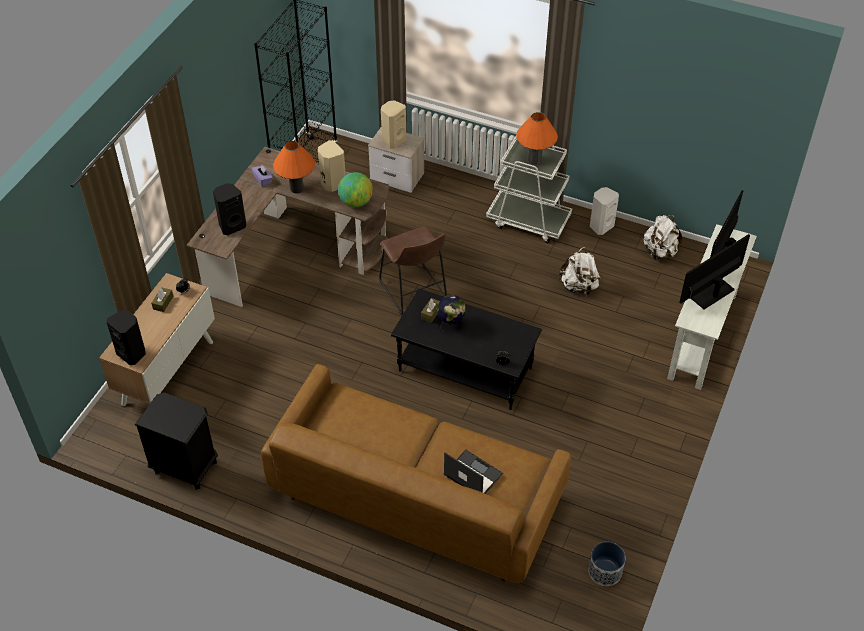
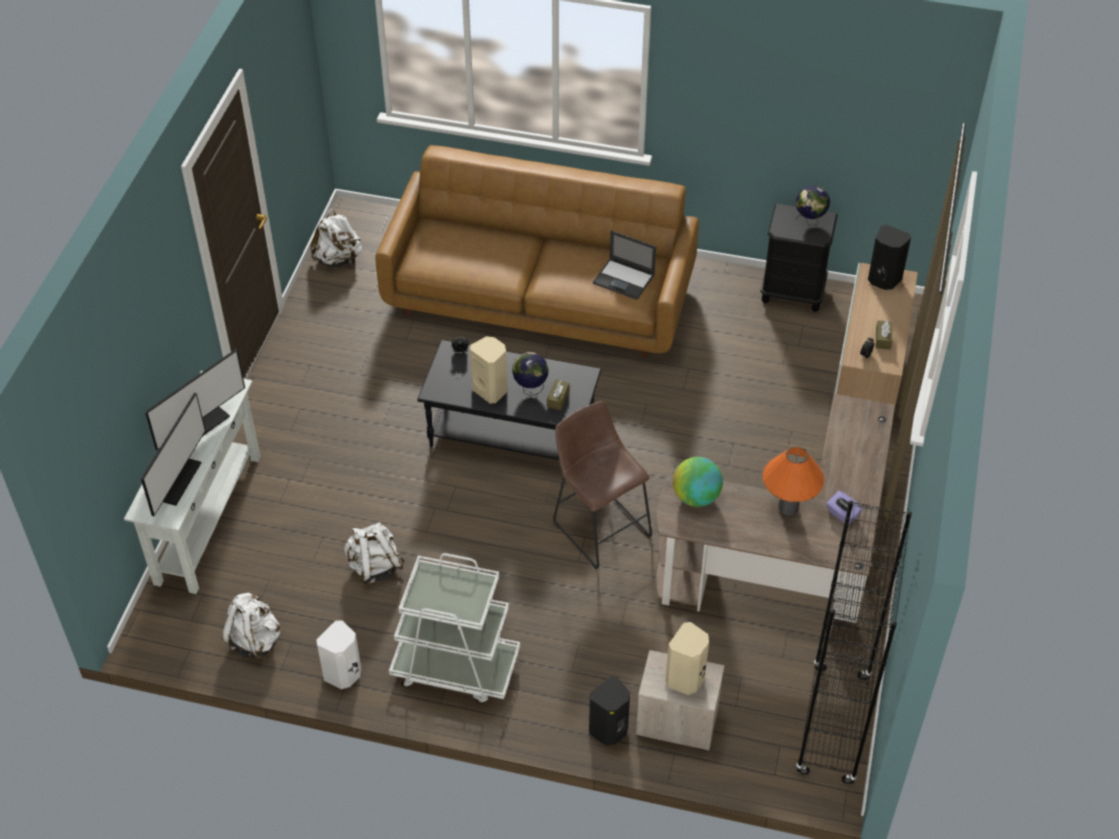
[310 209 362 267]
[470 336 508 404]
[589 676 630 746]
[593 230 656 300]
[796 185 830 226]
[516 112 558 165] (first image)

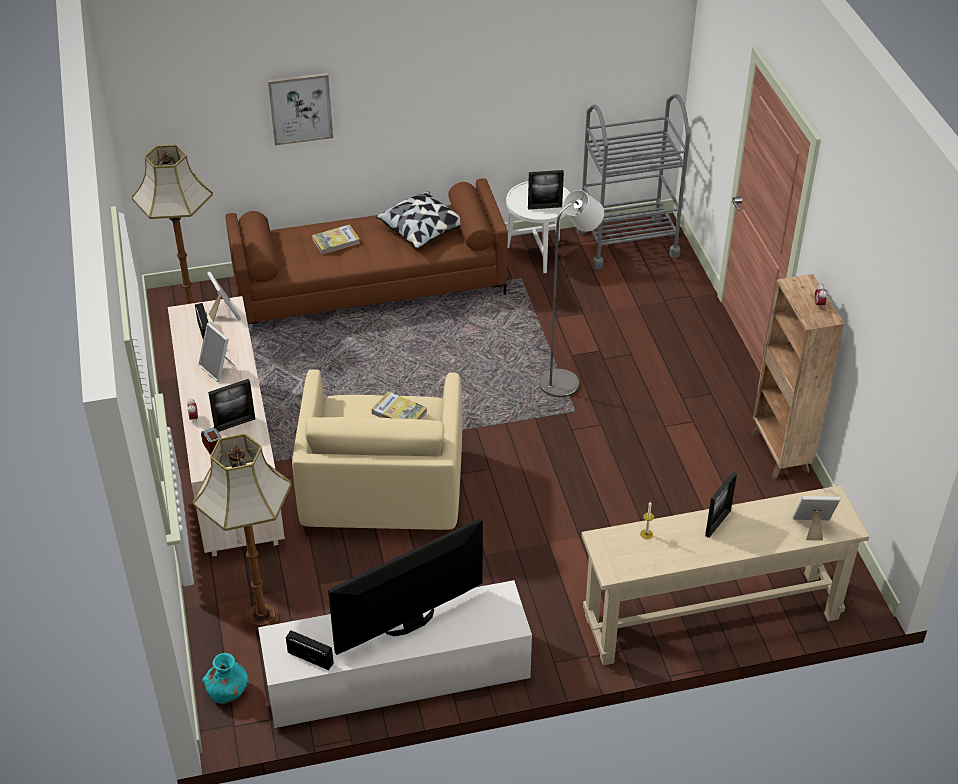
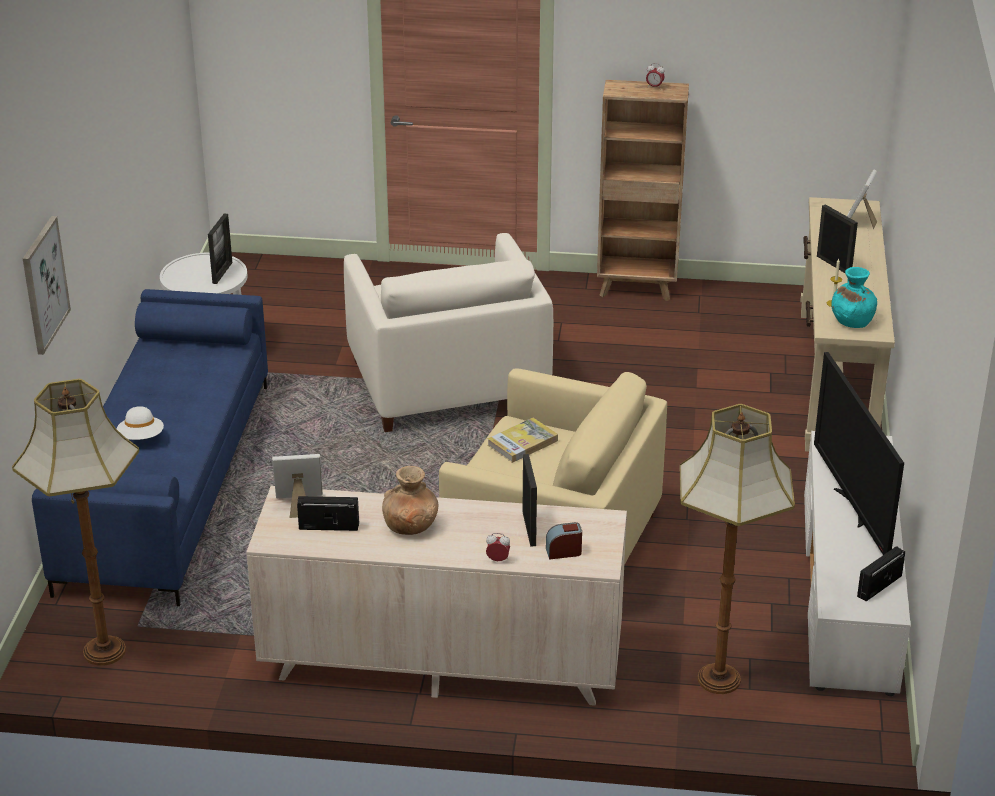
[32 289 268 606]
[117 406 164 440]
[344 233 553 432]
[382 466 438 535]
[831 267 877 328]
[376 191 460 249] (first image)
[577 94 690 269] (first image)

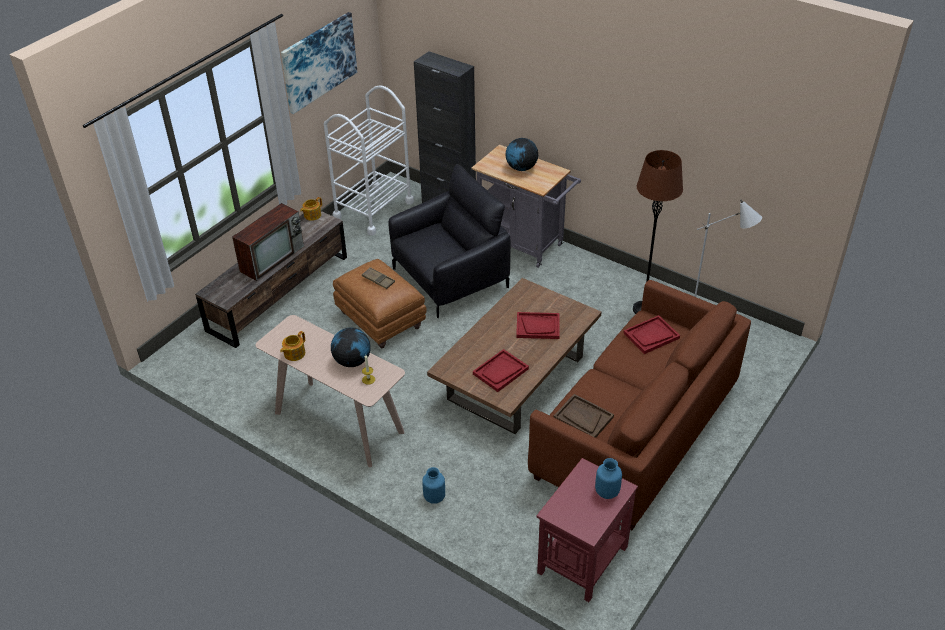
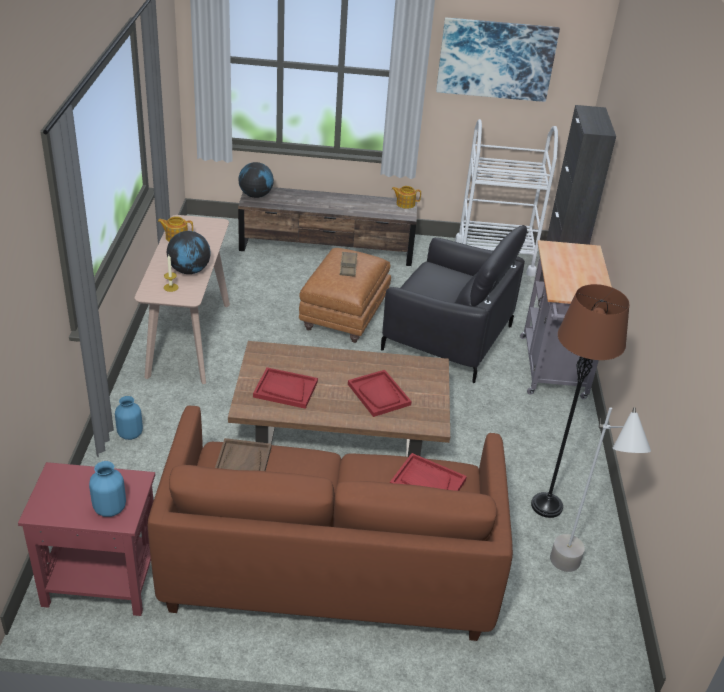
[238 162 274 198]
[232 203 304 281] (first image)

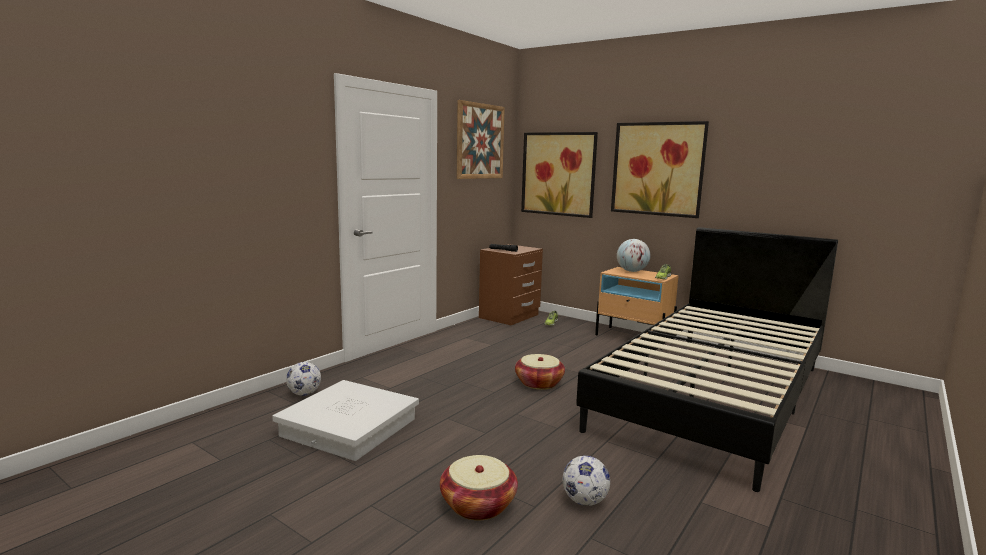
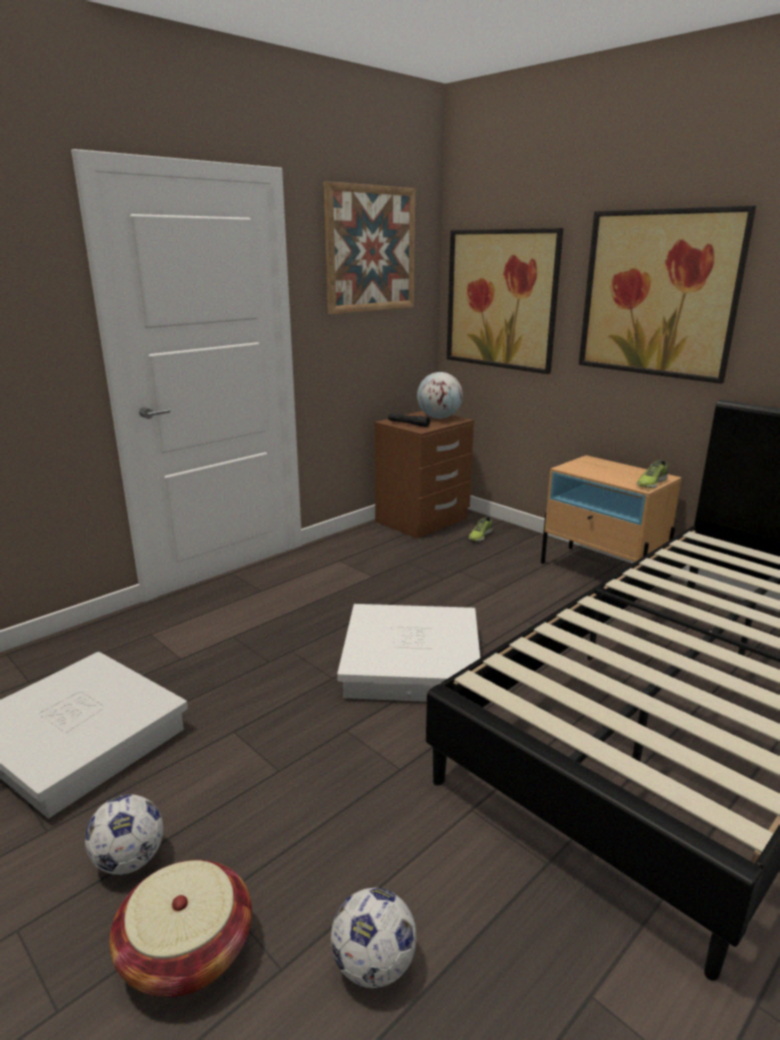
[85 794 163 875]
[337 604 480 702]
[417 372 463 419]

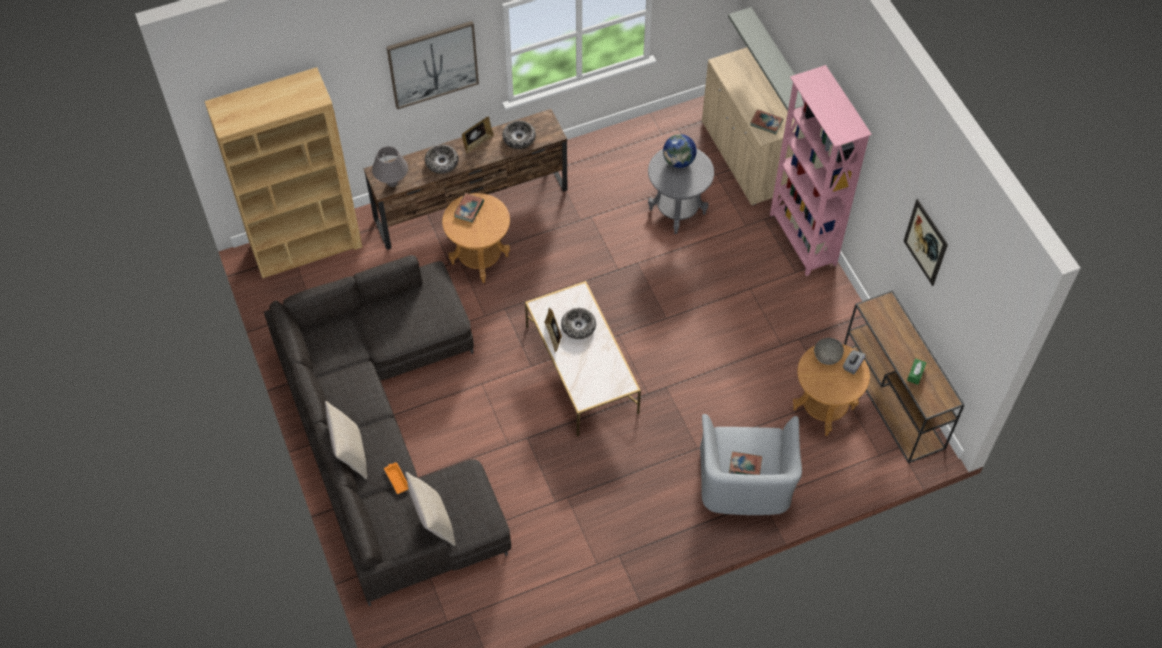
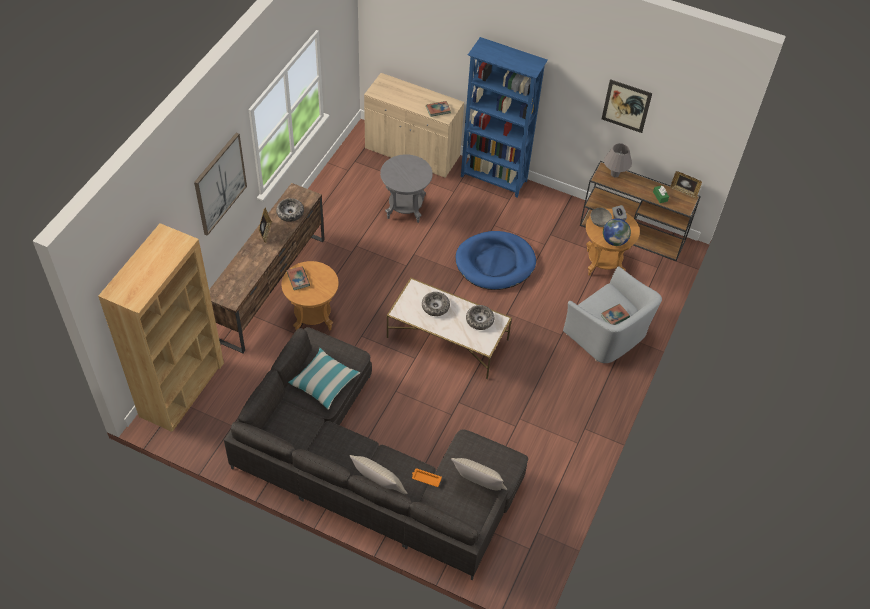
[288 348 360 410]
[456 231 536 290]
[461 37 548 198]
[466 305 494 330]
[603 218 631 246]
[604 143 632 178]
[670 171 702 199]
[728 7 804 111] (first image)

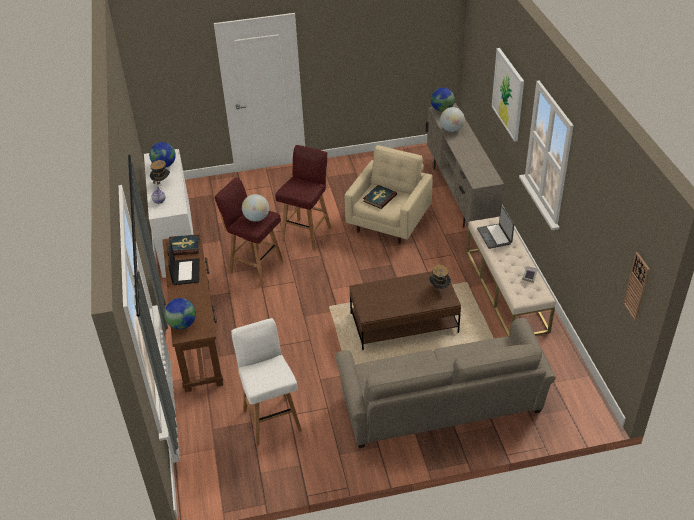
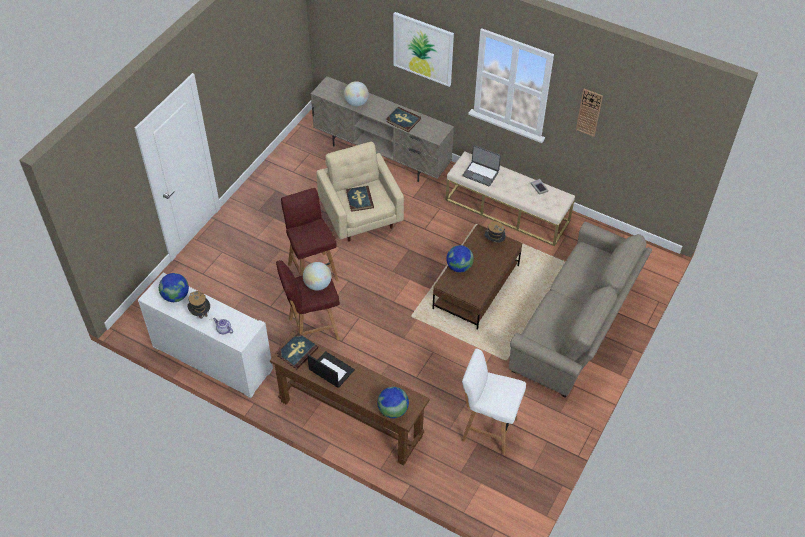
[386 107 421 132]
[446 245 474 272]
[576 89 603 137]

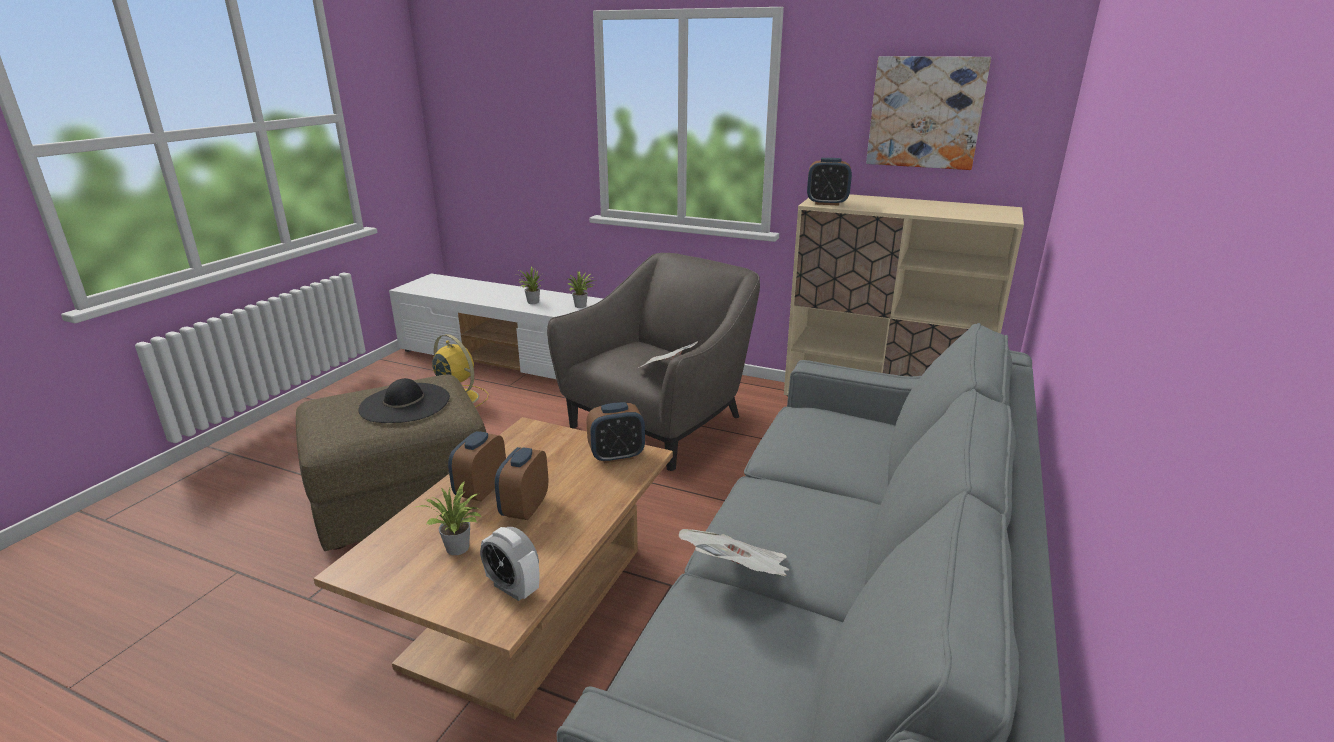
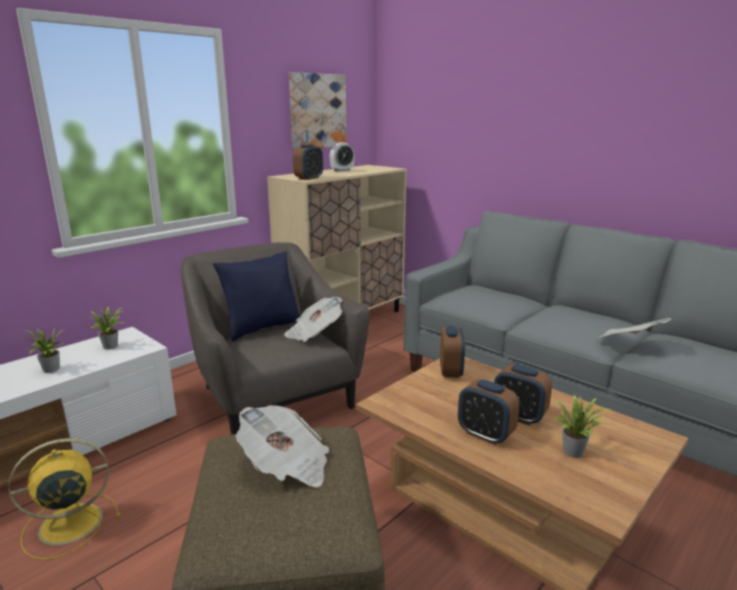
[213 251 300 342]
[236 405 329 487]
[330 142 355 172]

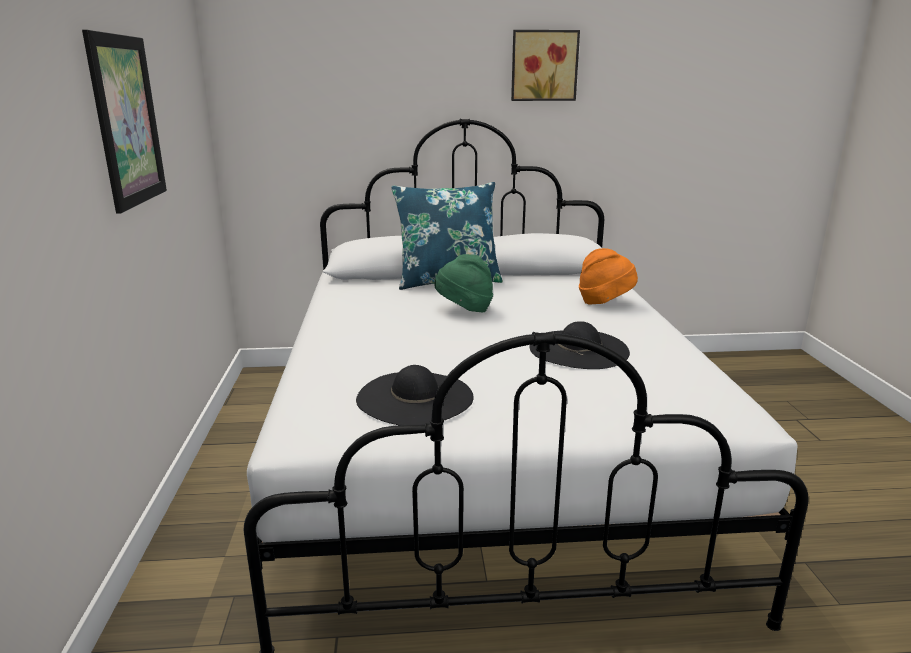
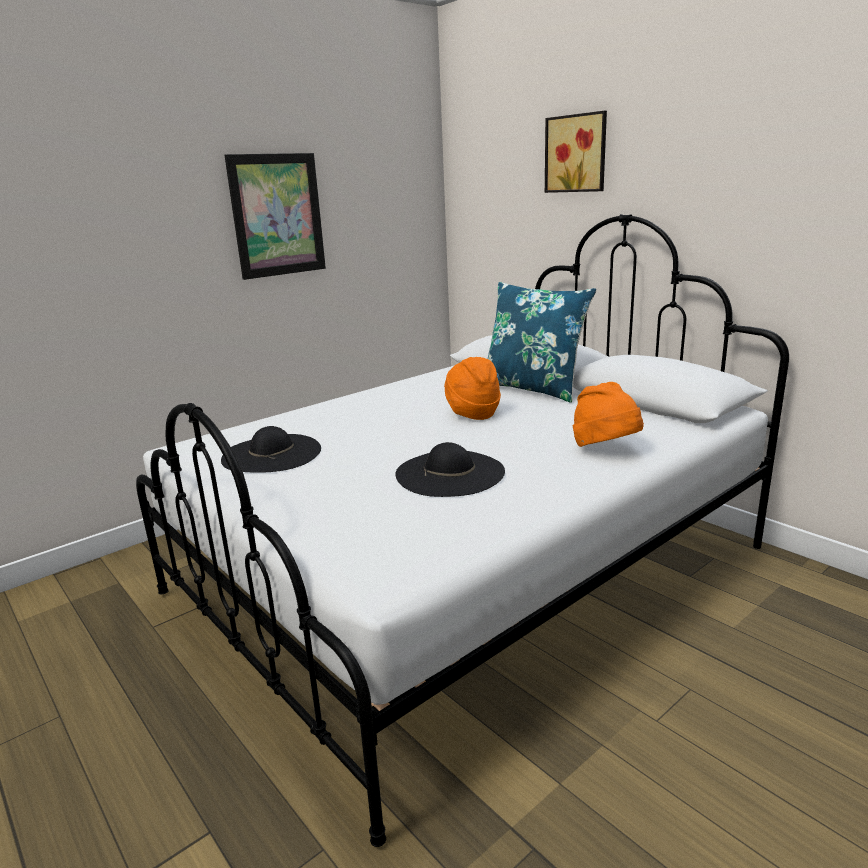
[444 357 501 420]
[545 111 607 193]

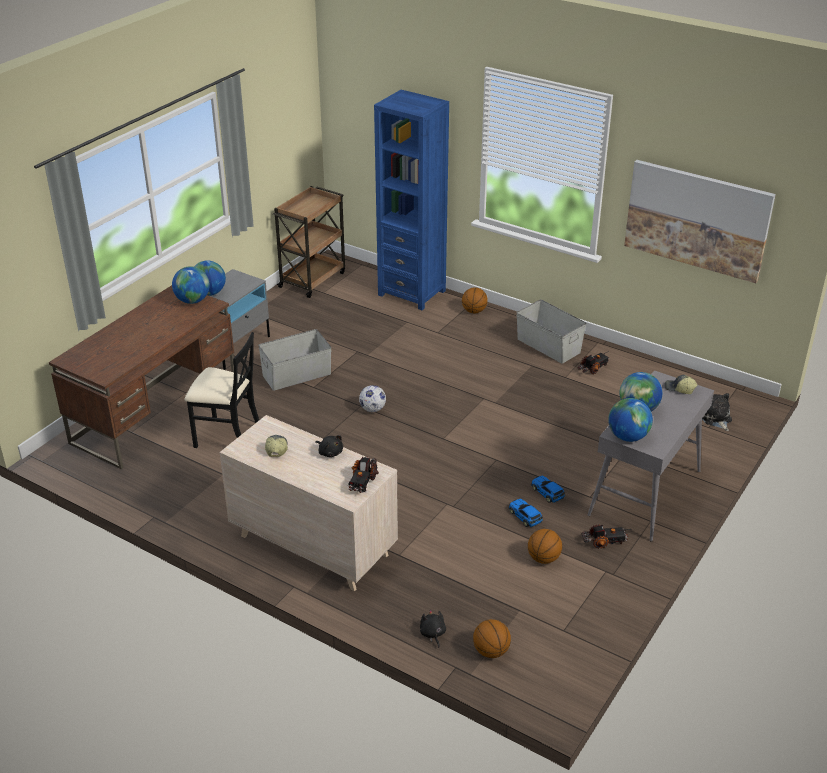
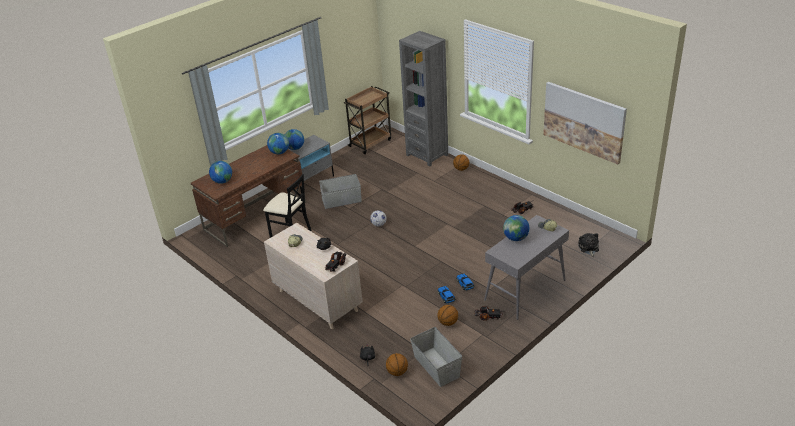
[209 161 232 184]
[399 31 448 167]
[410 327 462 387]

